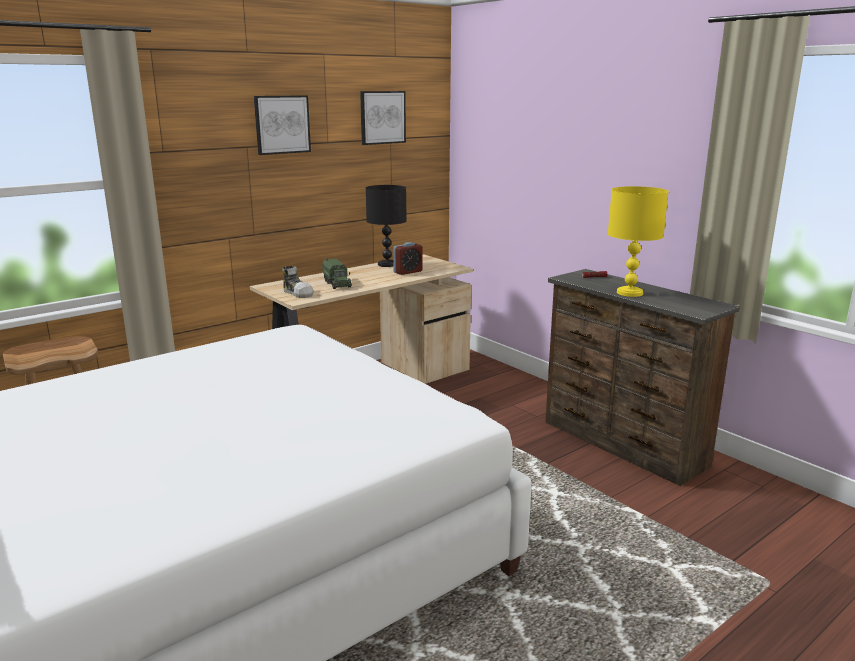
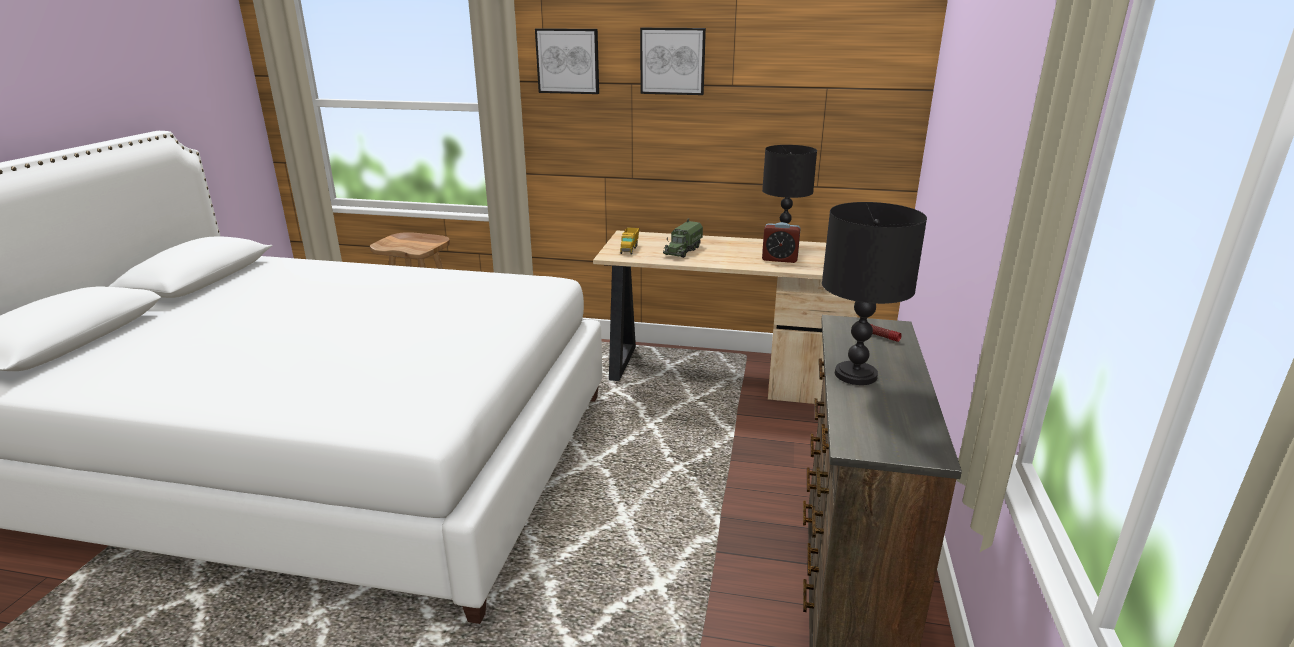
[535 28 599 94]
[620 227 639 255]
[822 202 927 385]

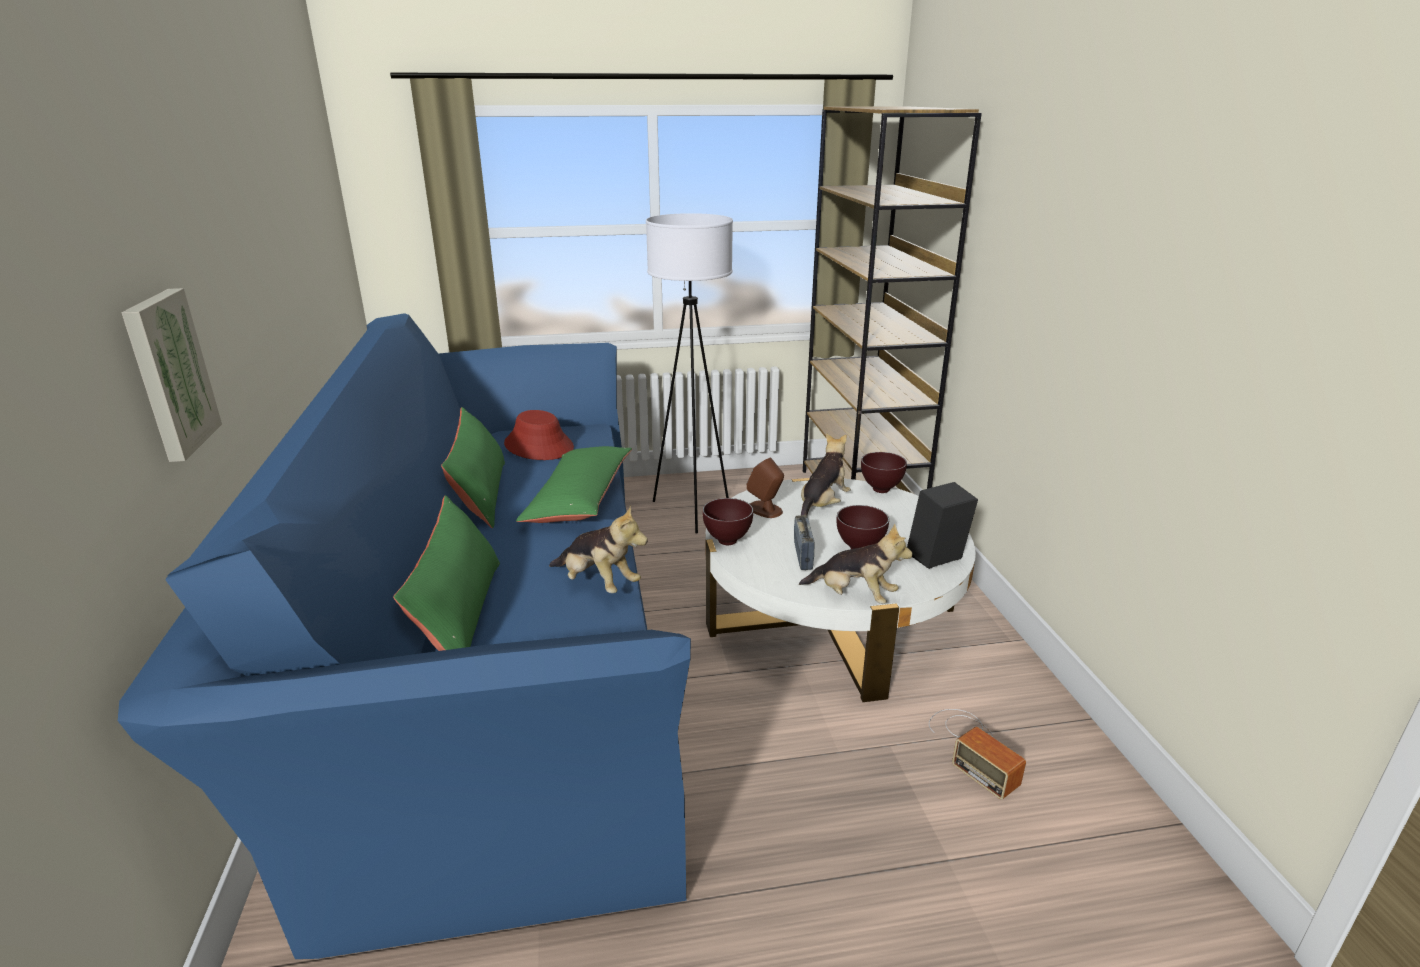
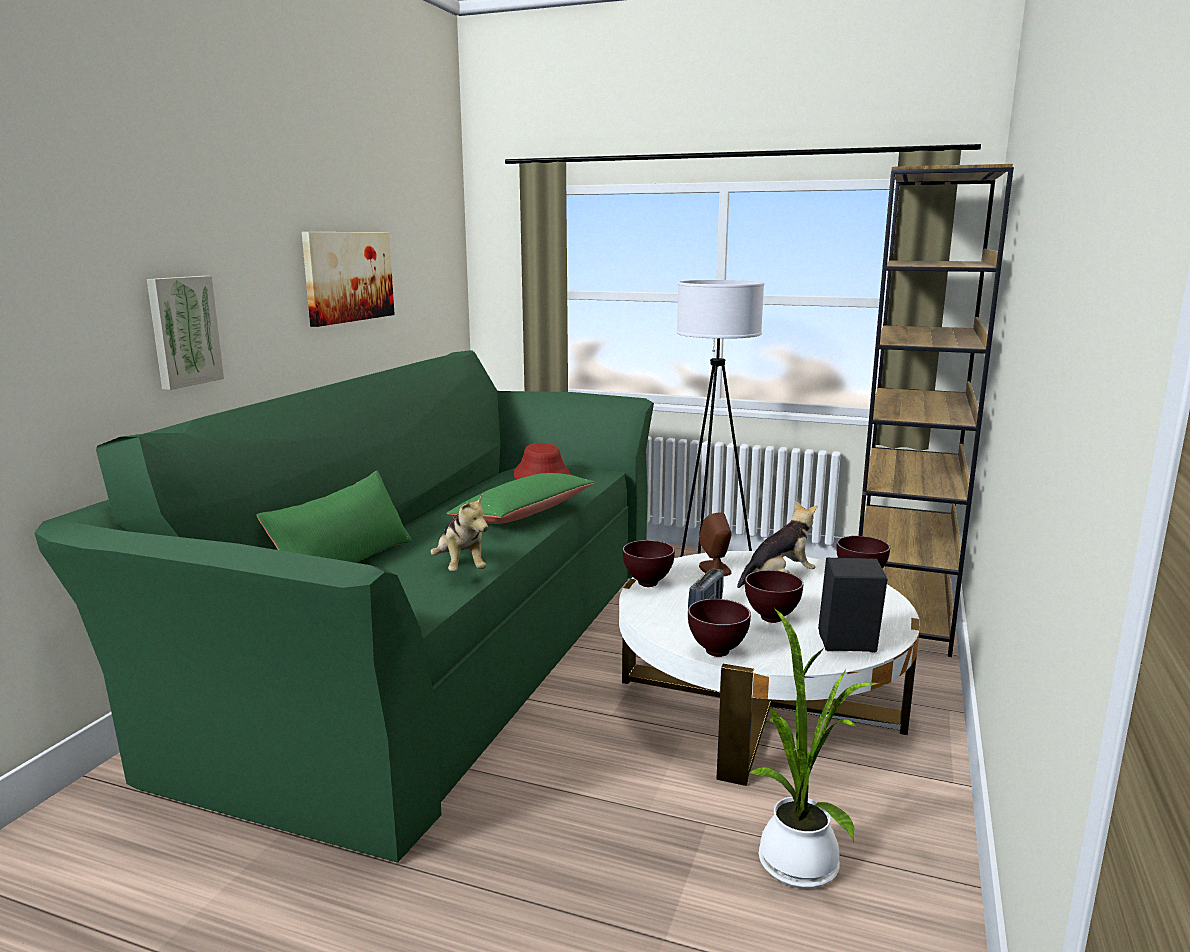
[34 350 654 863]
[302 232 395 327]
[688 599 751 657]
[749 608 879 889]
[441 407 505 528] (first image)

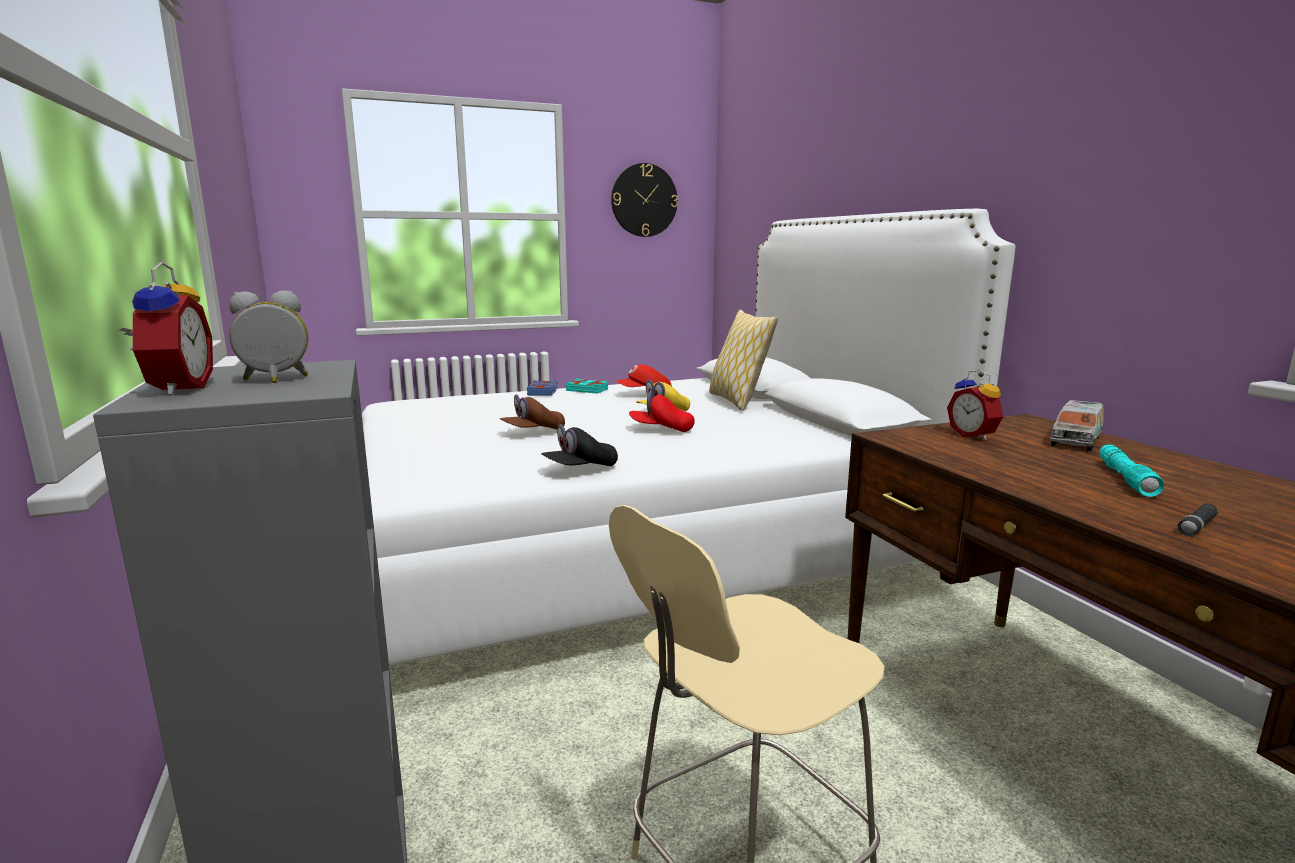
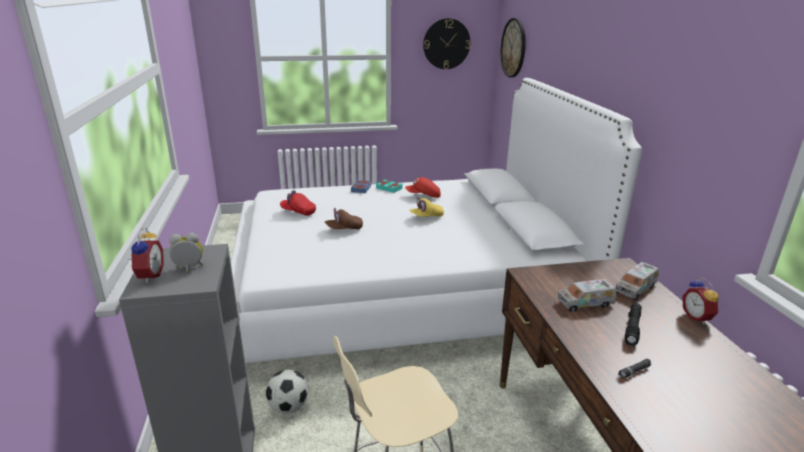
[266 370 308 413]
[280 190 316 216]
[501 18 526 78]
[557 279 616 312]
[625 303 642 346]
[682 277 719 324]
[541 424 618 467] (first image)
[709 310 778 411] (first image)

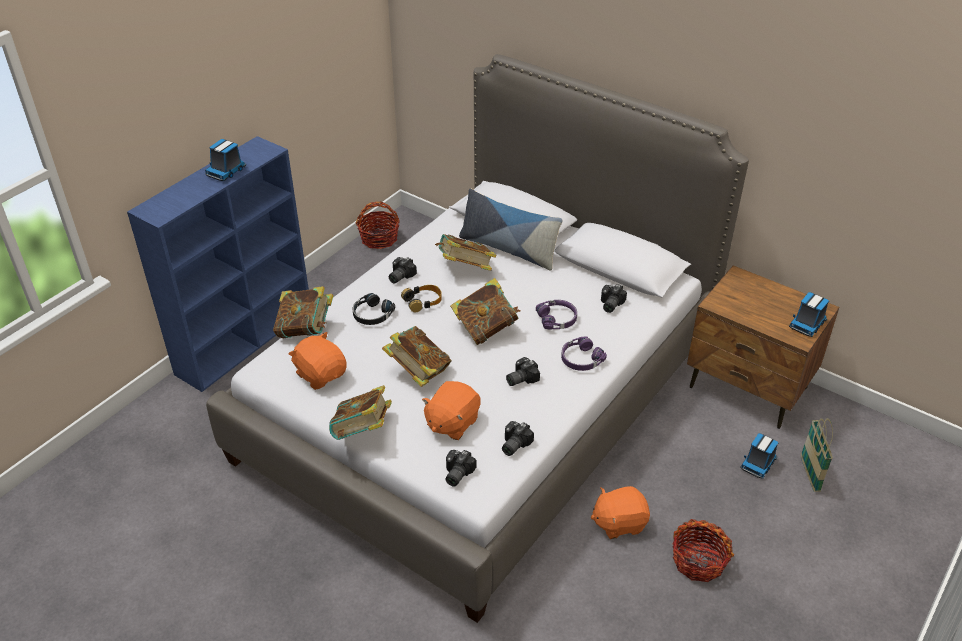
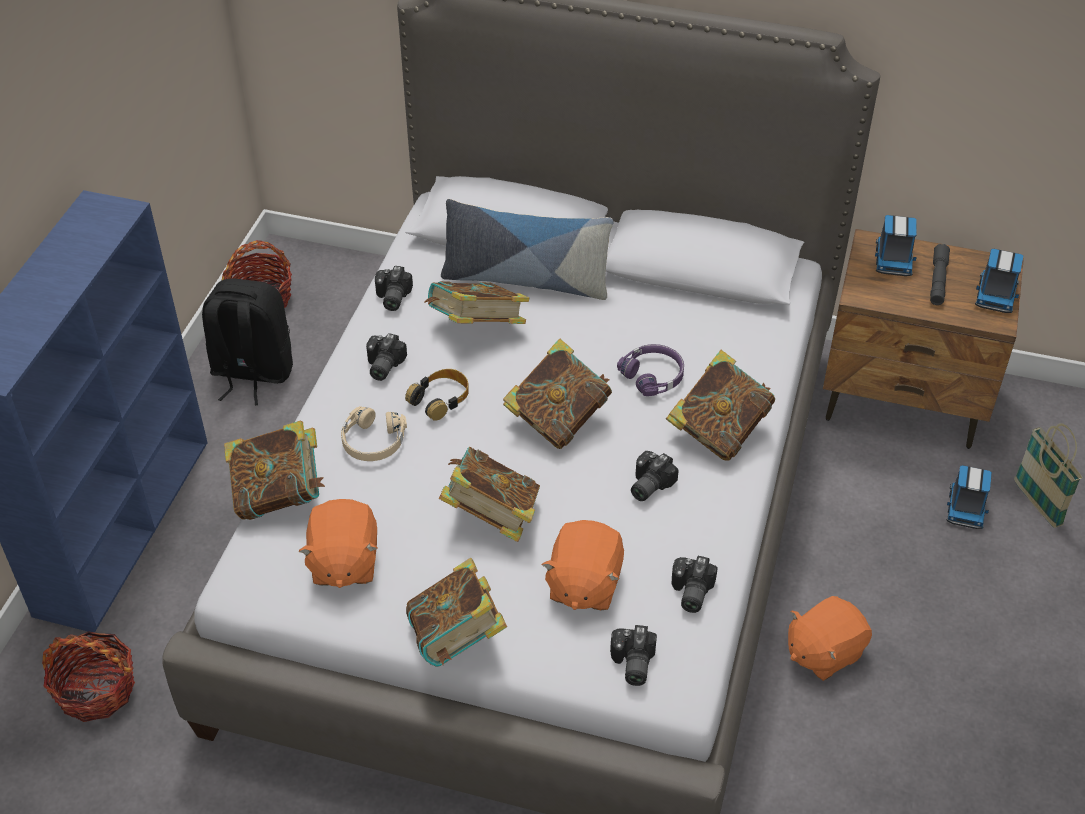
[42 631 135 722]
[202 279 293 405]
[298 499 378 588]
[341 406 407 461]
[375 266 413 311]
[666 350 775 461]
[875 215 917 276]
[930 244 950 305]

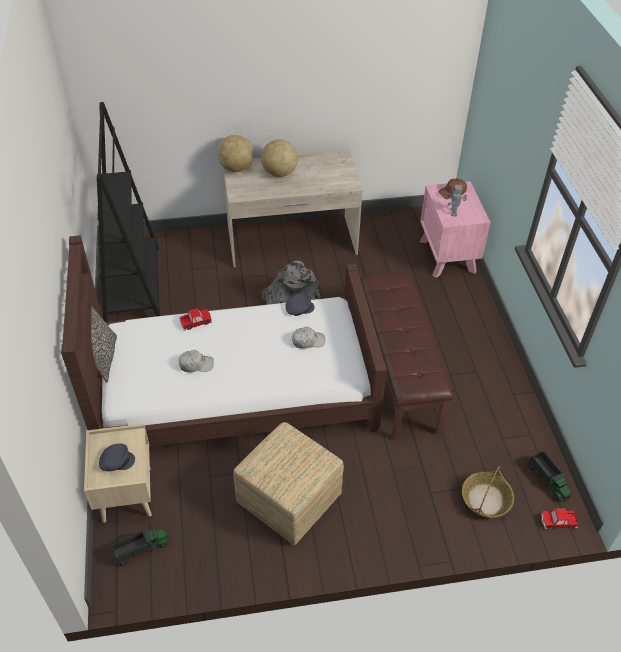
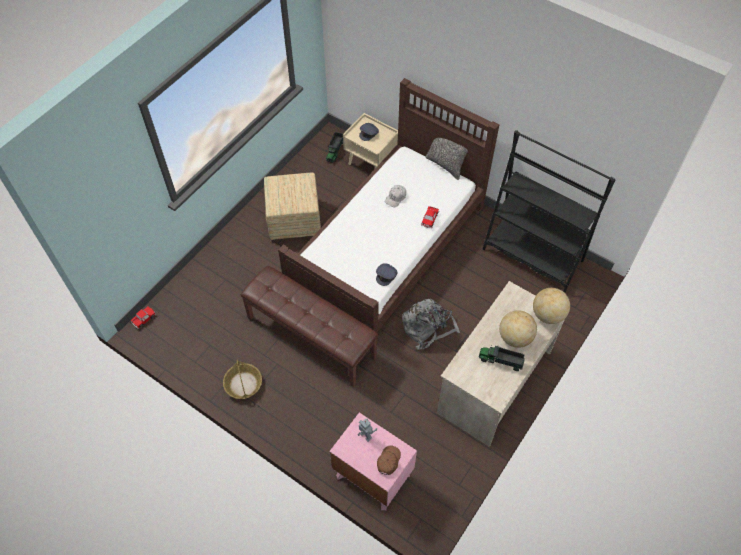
[223 360 262 399]
[479 345 525 371]
[292 327 326 349] (first image)

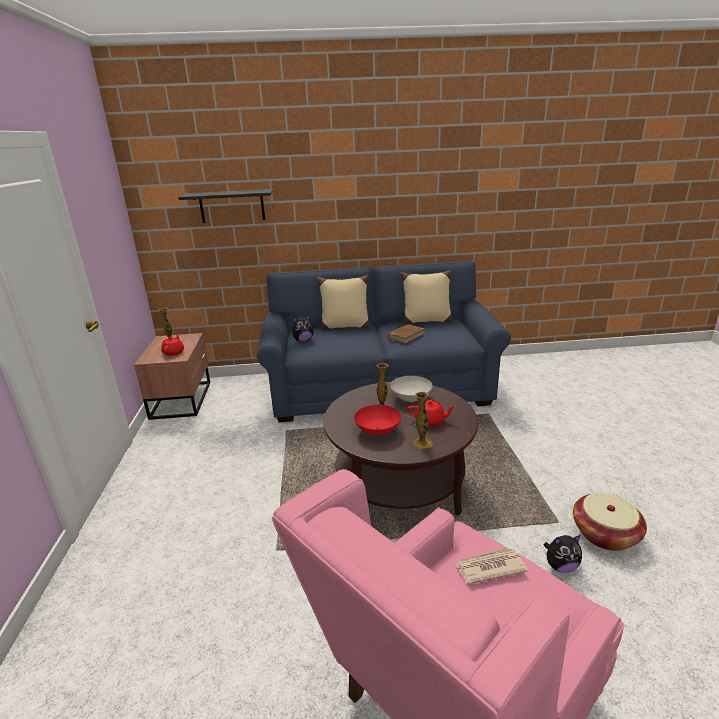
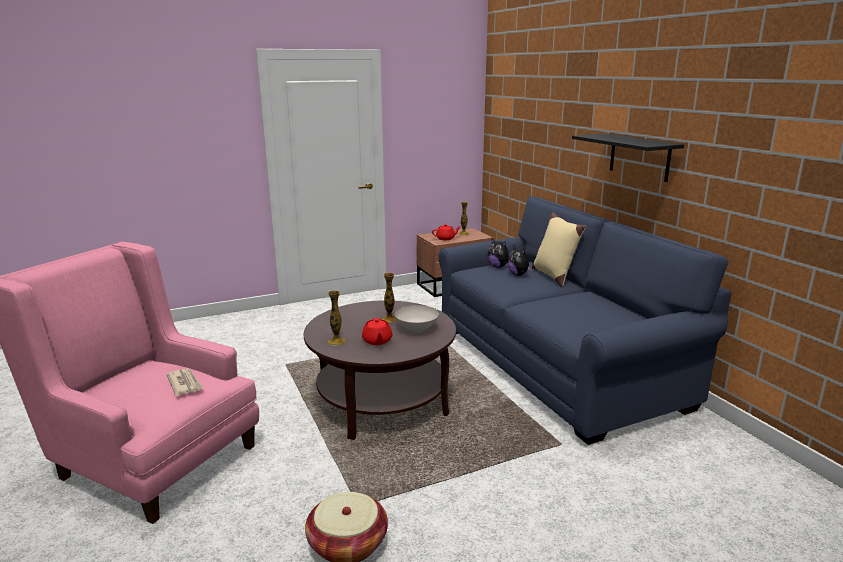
[508 244 533 276]
[572 134 684 182]
[354 405 401 436] (first image)
[388 324 425 344] (first image)
[400 270 453 324] (first image)

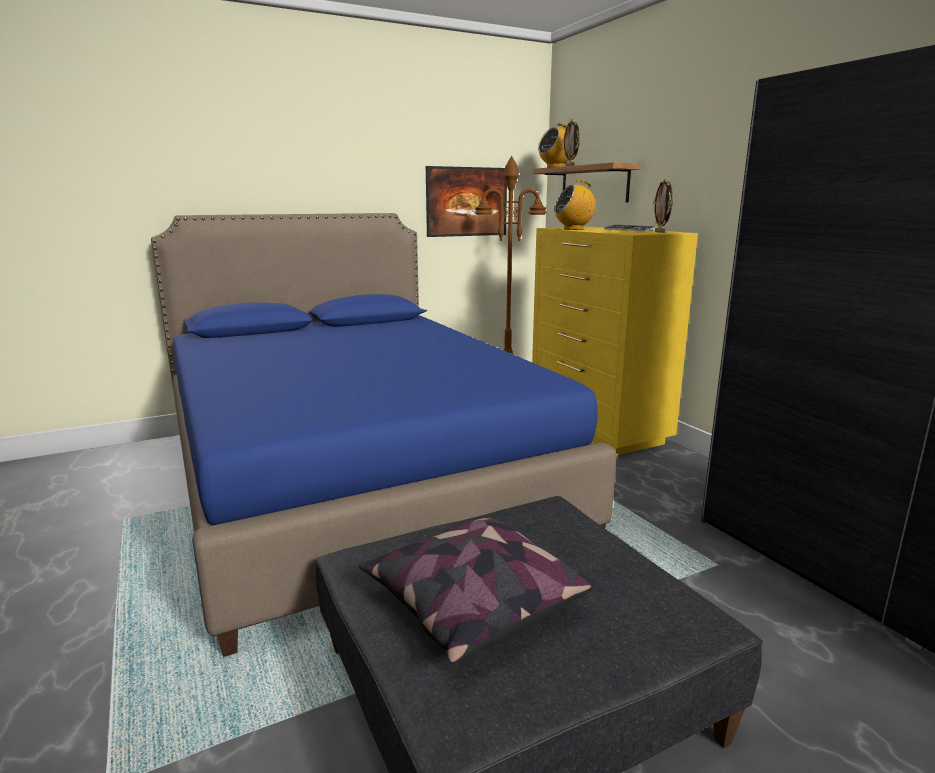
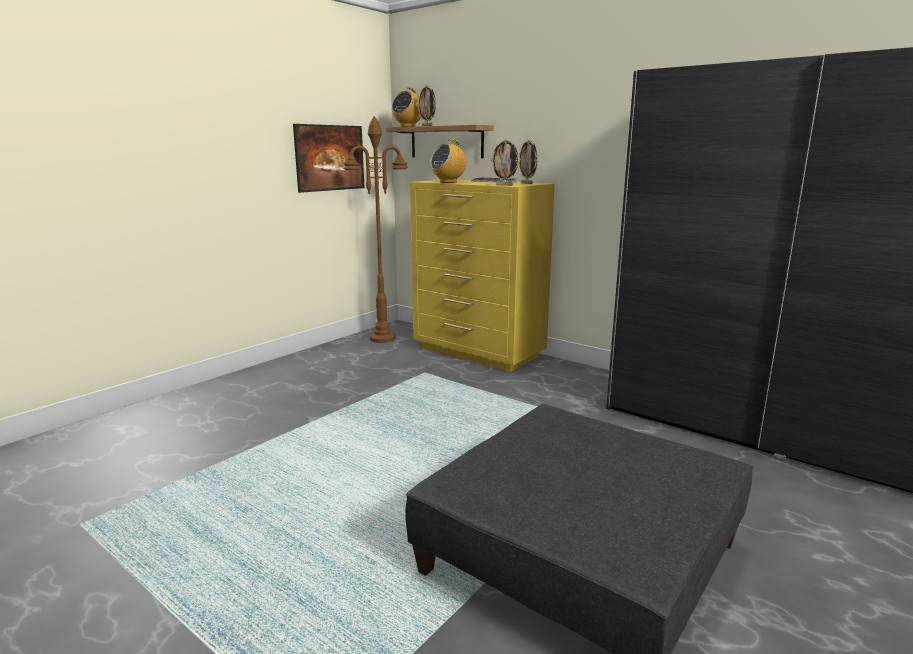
[491 139 520 186]
[151 213 617 657] (first image)
[359 517 597 664] (first image)

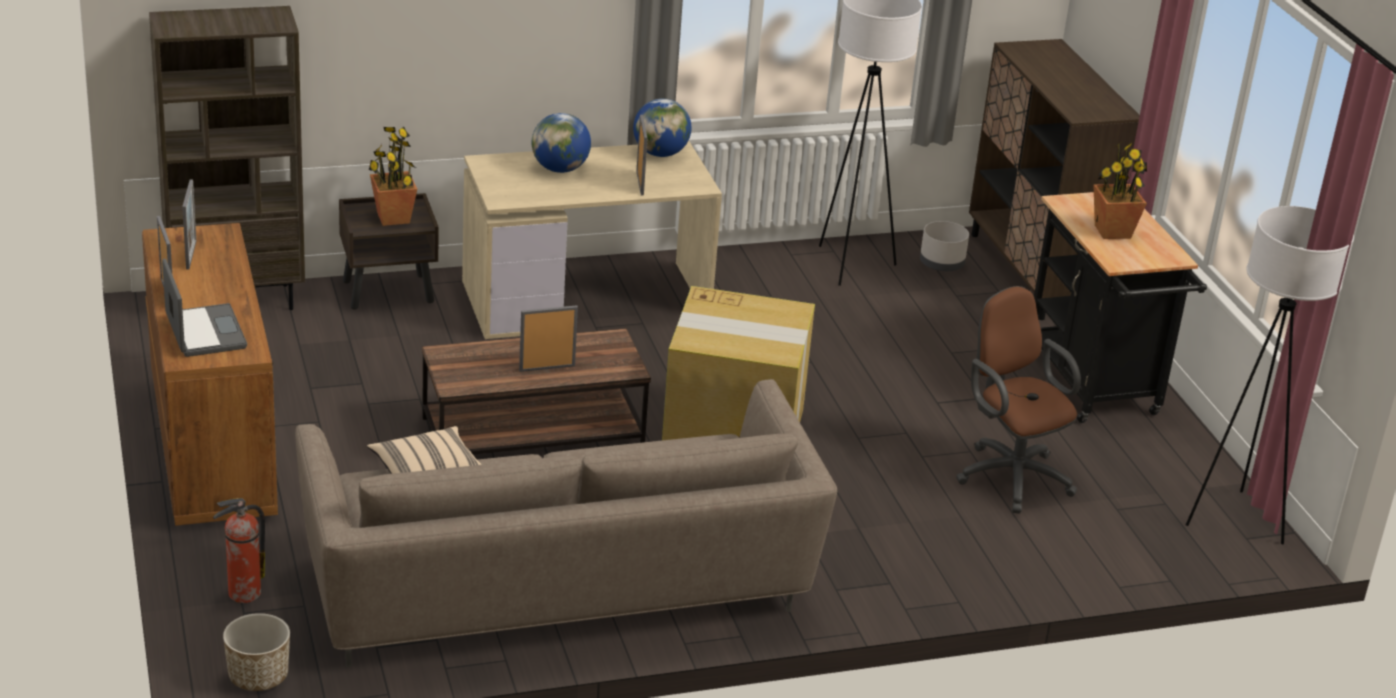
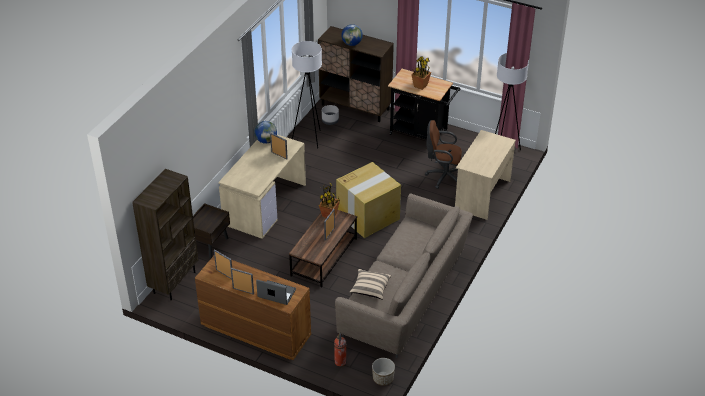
[319 182 340 218]
[341 24 363 46]
[455 130 516 220]

